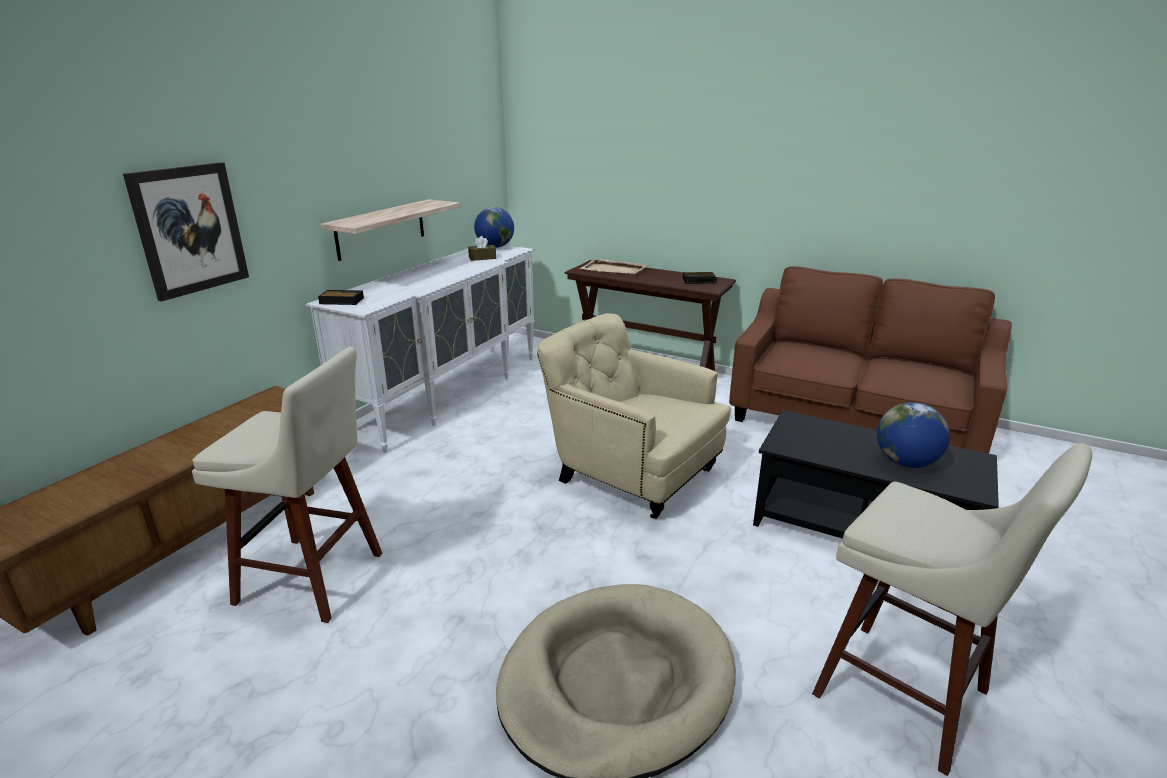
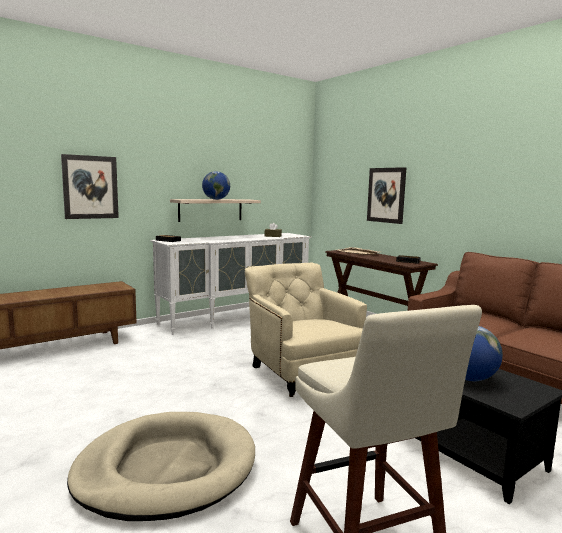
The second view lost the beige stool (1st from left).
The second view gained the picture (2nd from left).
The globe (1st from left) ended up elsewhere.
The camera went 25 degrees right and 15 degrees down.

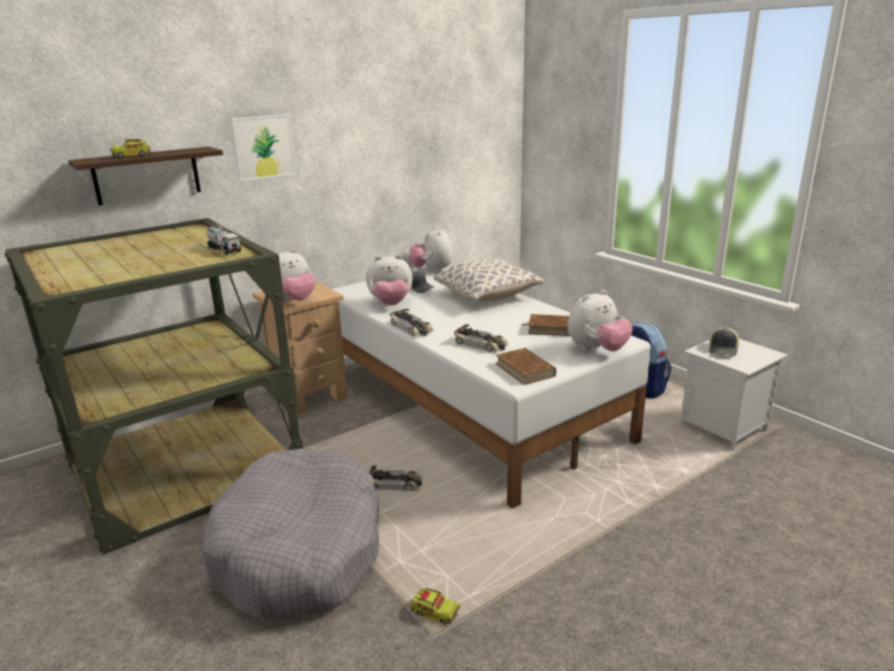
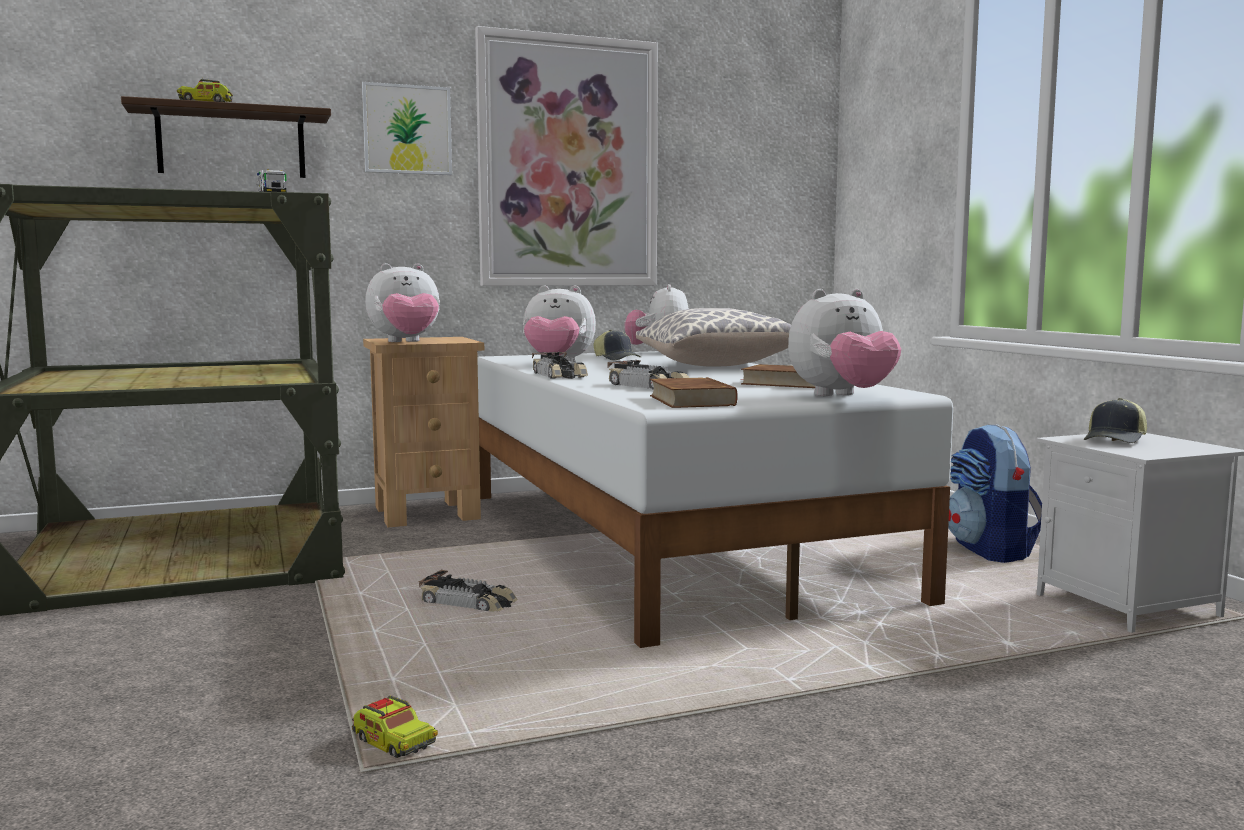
The second view lost the grey dog bed.
The second view gained the picture (2nd from left).
The camera went 15 degrees right and 15 degrees down.

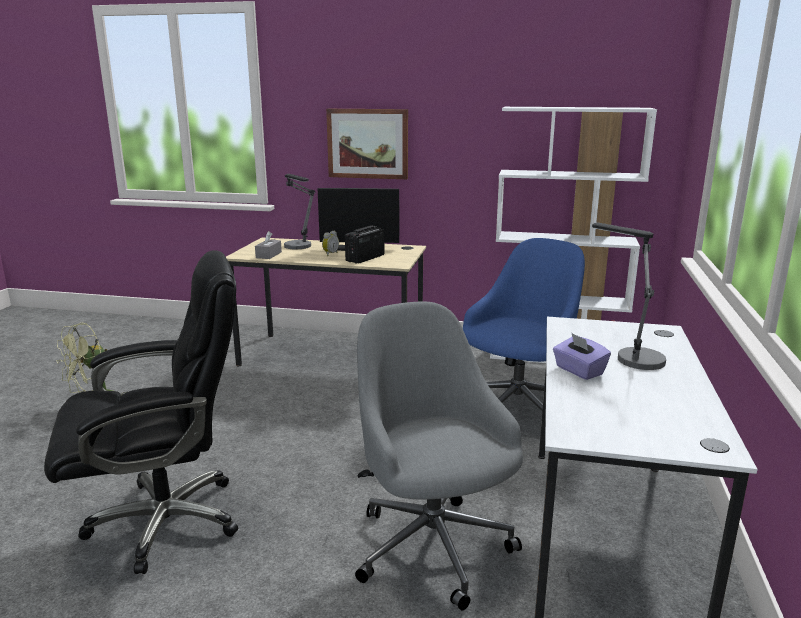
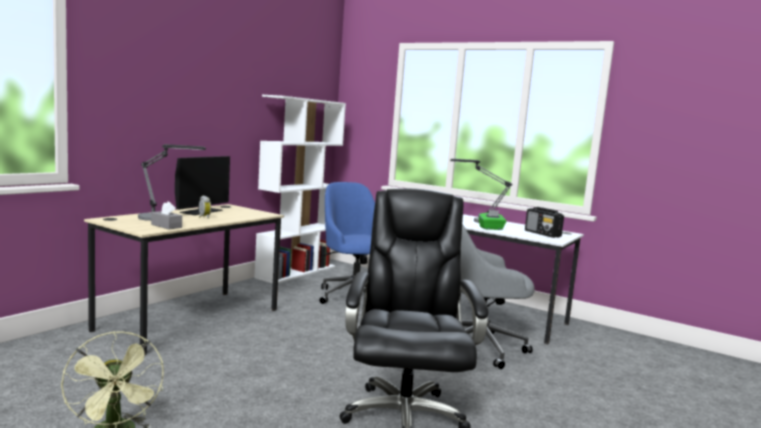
The second view lost the picture.
The radio ended up elsewhere.
What was the purple tissue box turned into the green tissue box.
The camera went 70 degrees left and 10 degrees down.

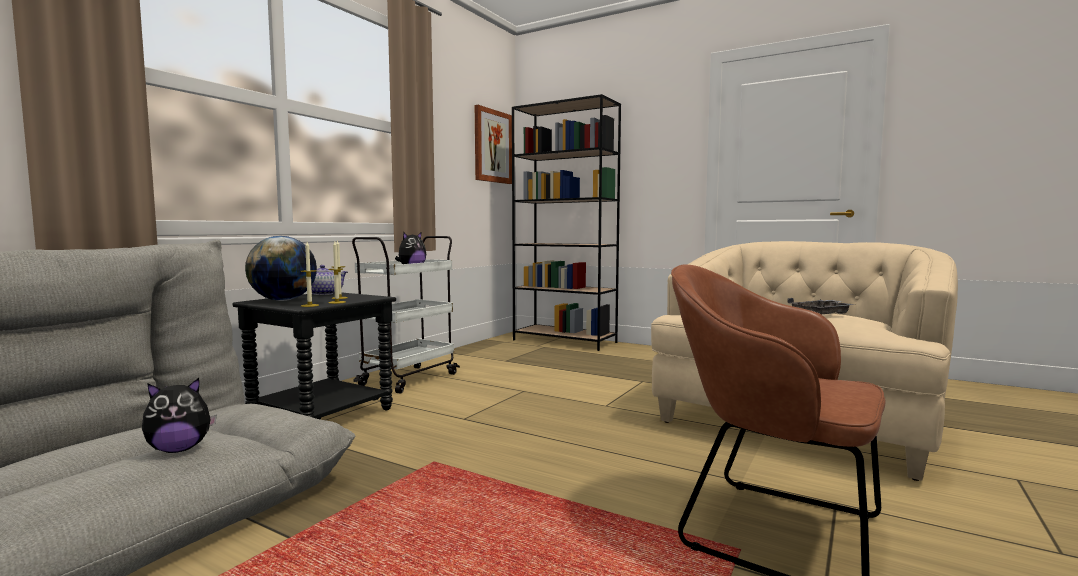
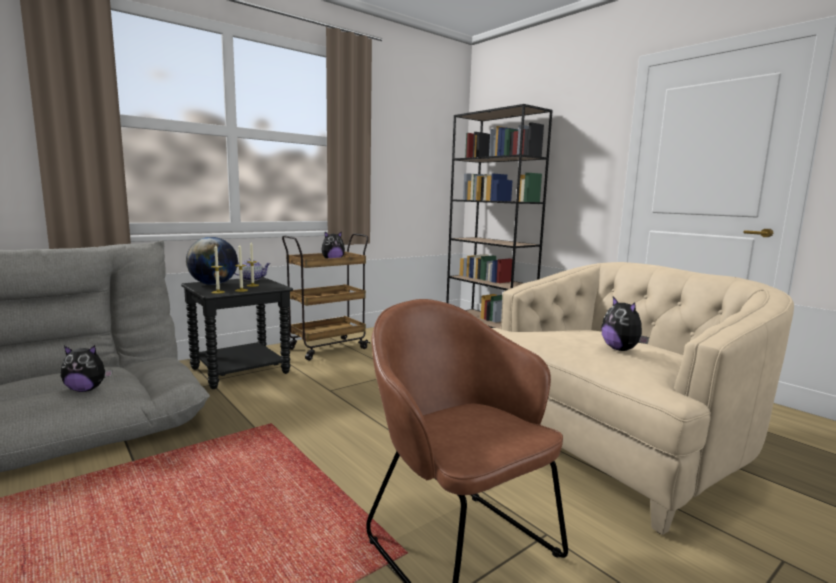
The second view lost the picture.
Where the grey tray stood, the plush toy (3rd from left) came to stand.
What was the white cart turned into the brown cart.
The camera went 20 degrees right and 5 degrees up.

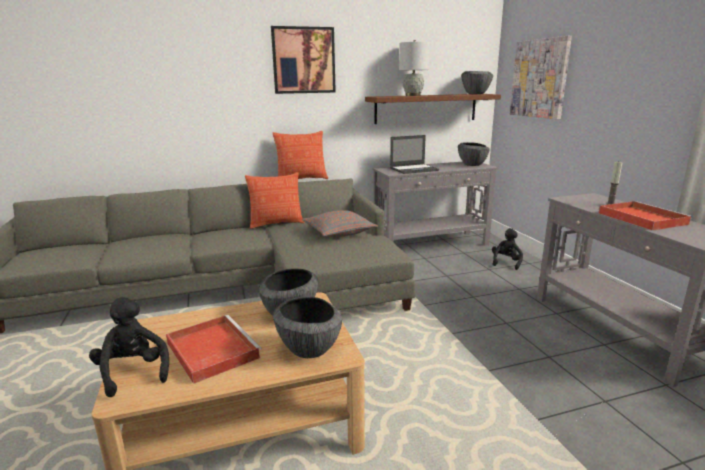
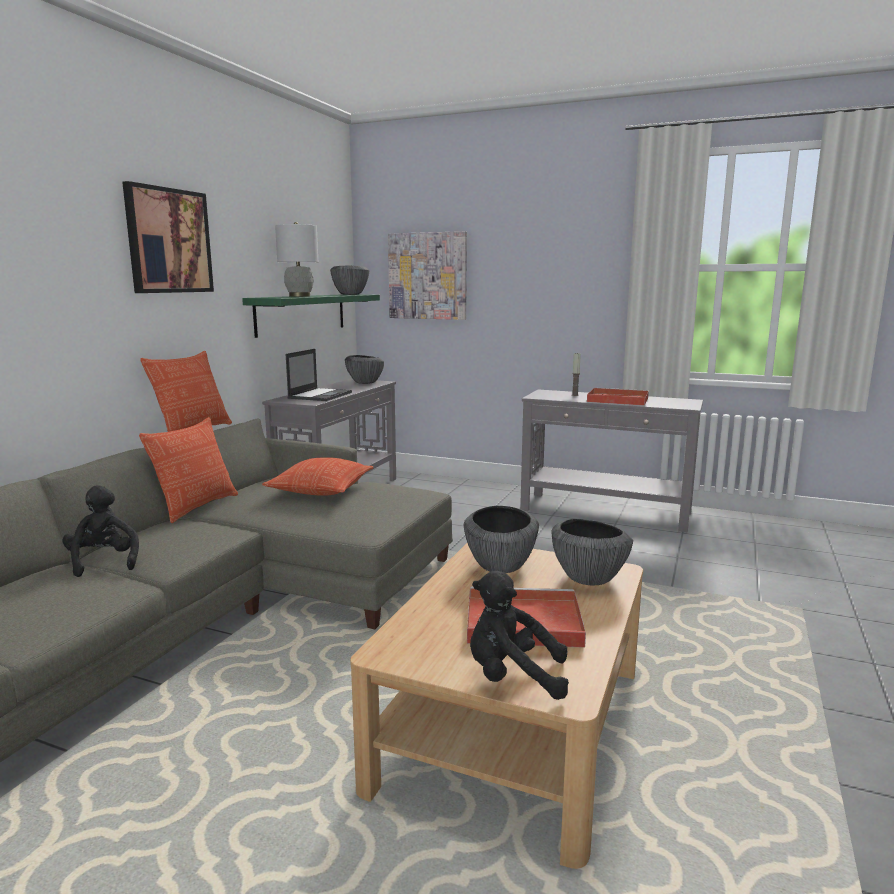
The black plush toy (2nd from left in the first image) ended up elsewhere.
What was the grey pillow turned into the orange pillow (3rd from left).
What was the brown shelf turned into the green shelf.
The camera went 50 degrees left and 5 degrees down.

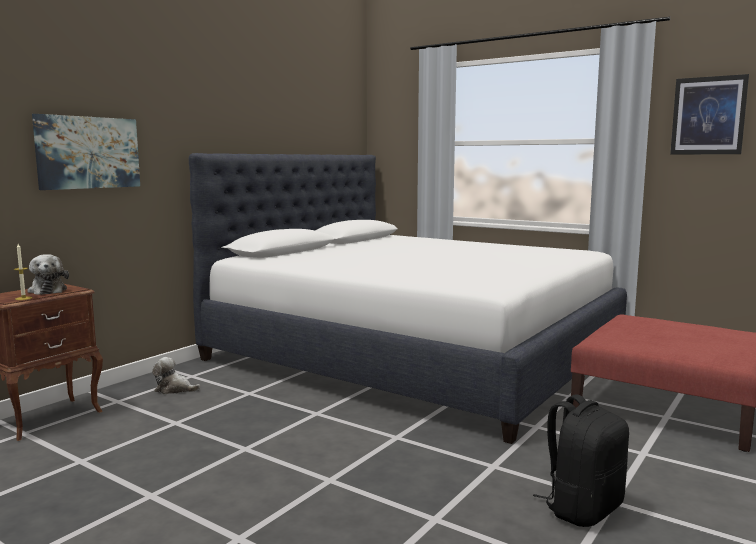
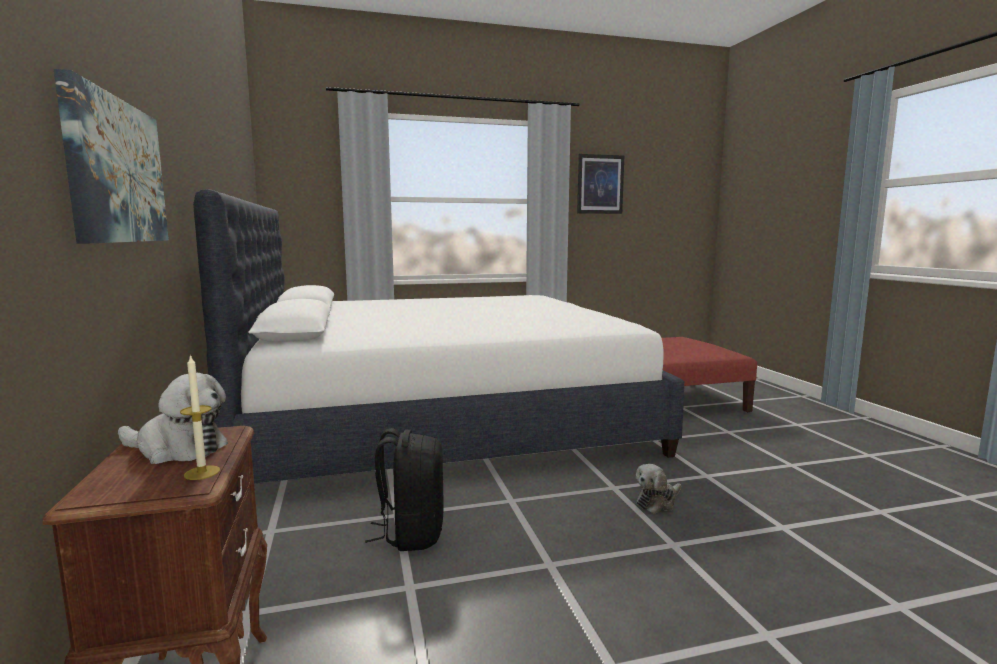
The plush toy (2nd from left) ended up elsewhere.
The black backpack ended up elsewhere.
The camera went 50 degrees left and 0 degrees up.

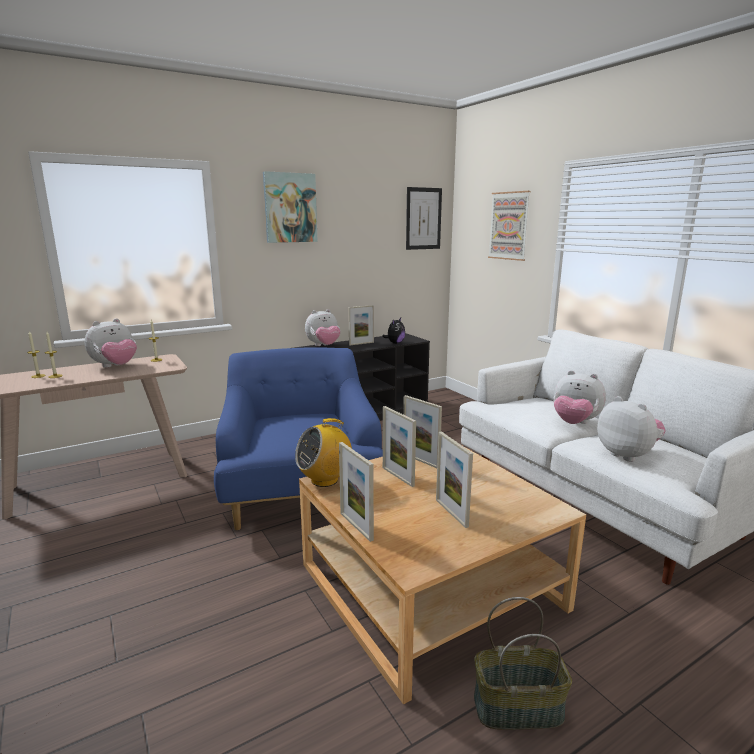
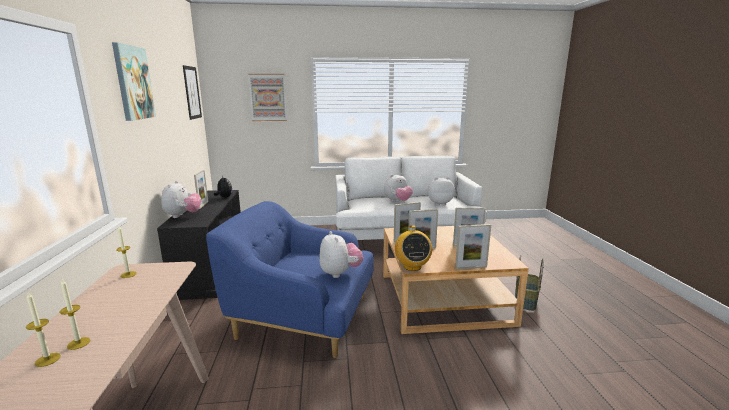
The plush toy (1st from left in the first image) ended up elsewhere.
The camera went 65 degrees left and 0 degrees up.

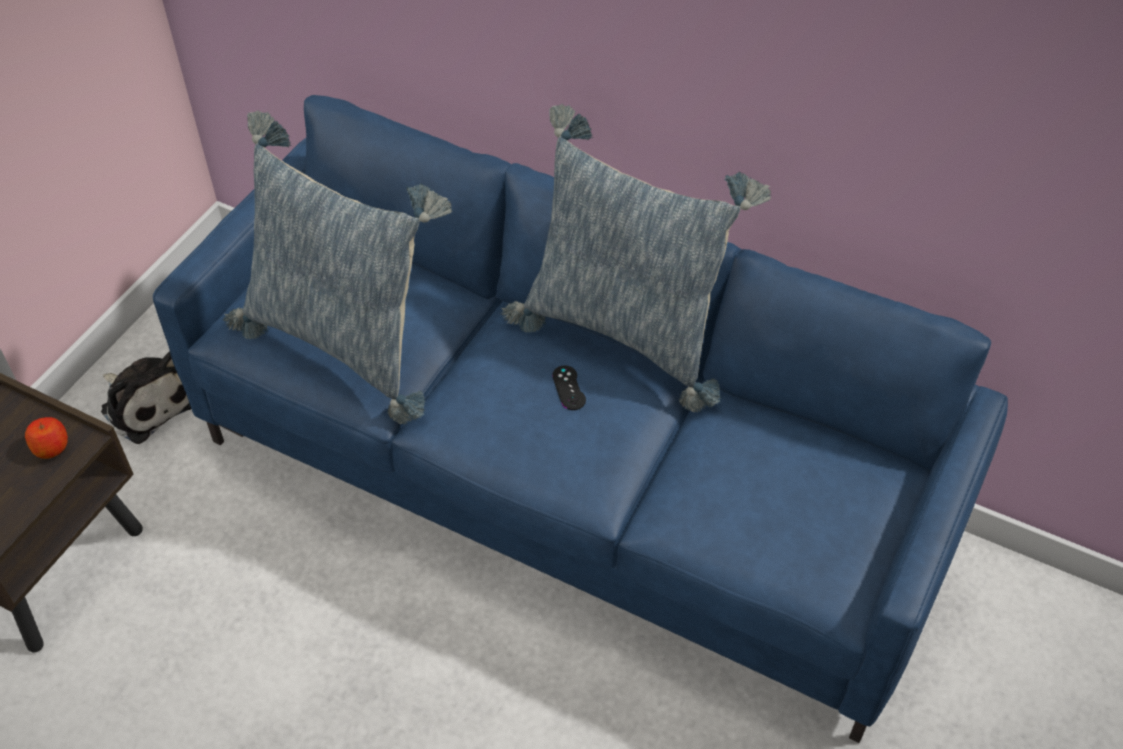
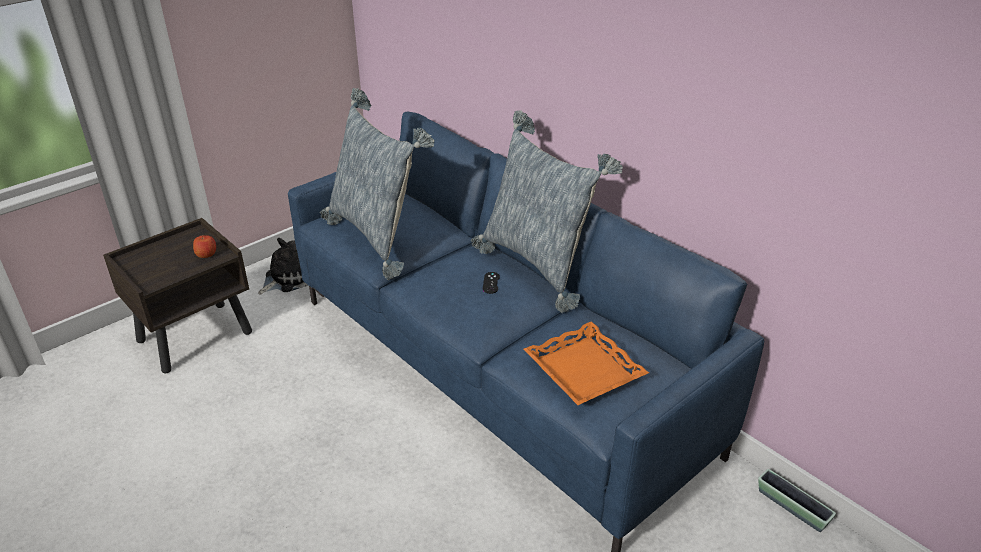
The second view gained the orange tray.
The second view gained the planter.
The plush toy ended up facing another way, 105 degrees counterclockwise from before.
The camera went 20 degrees right and 15 degrees down.

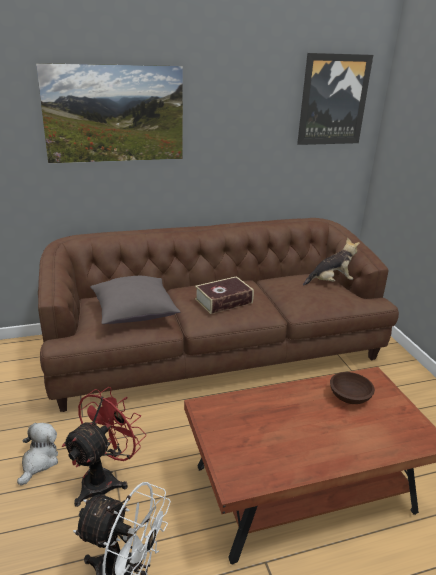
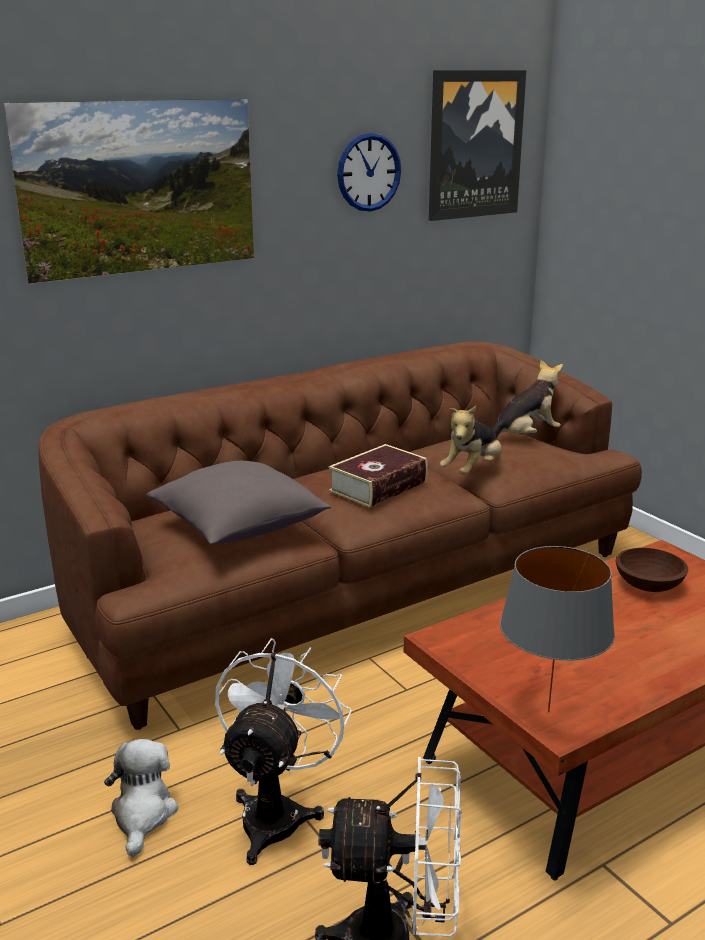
The second view gained the wall clock.
The second view gained the plush toy (2nd from left).
The second view gained the grey table lamp.
What was the red fan turned into the white fan (1st from left).
The camera went 15 degrees left and 5 degrees down.

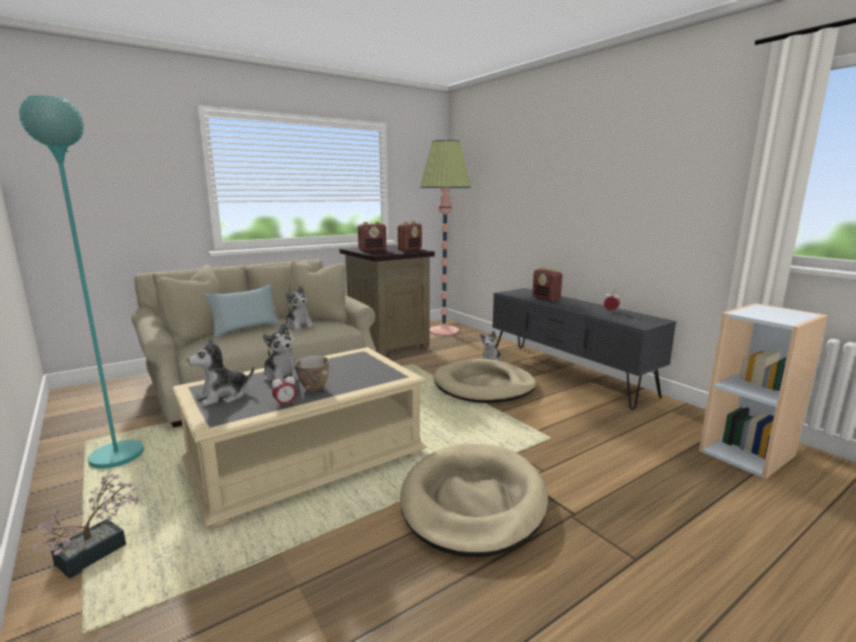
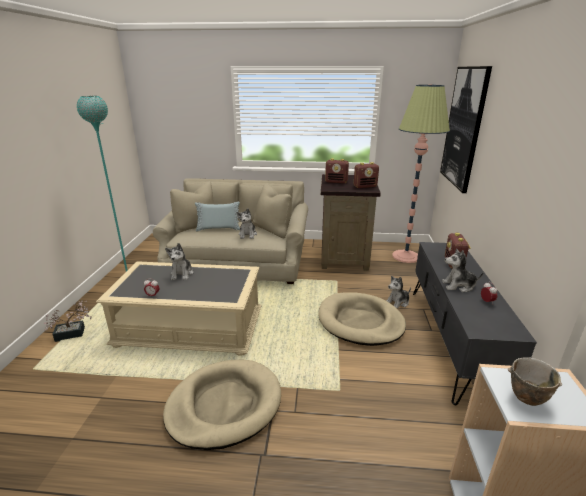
The second view gained the picture.
The plush toy (1st from left in the first image) ended up elsewhere.
The bowl ended up elsewhere.
The camera went 40 degrees right and 10 degrees up.

